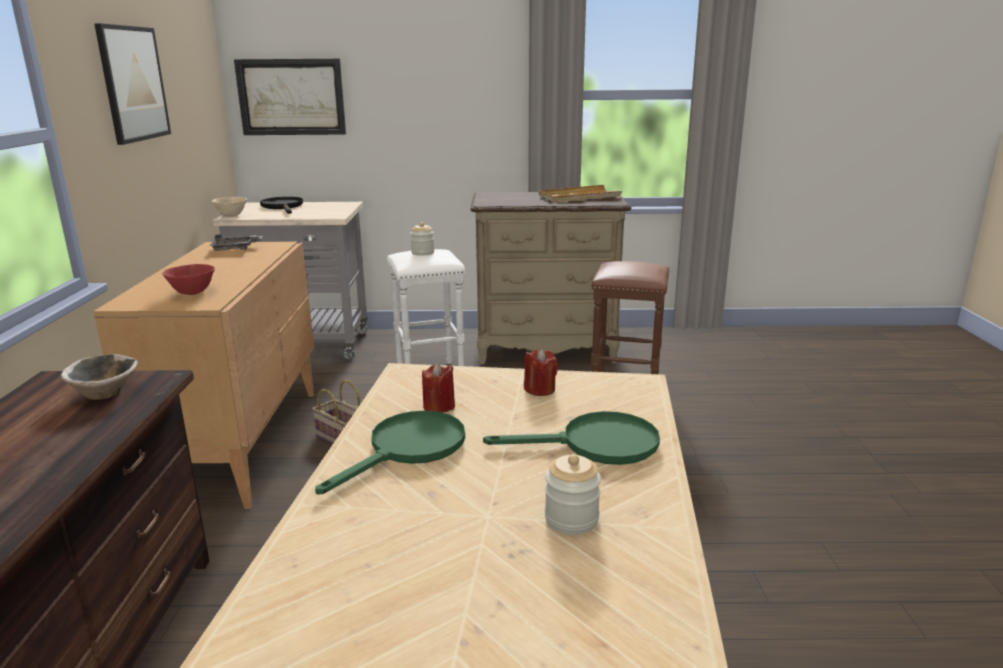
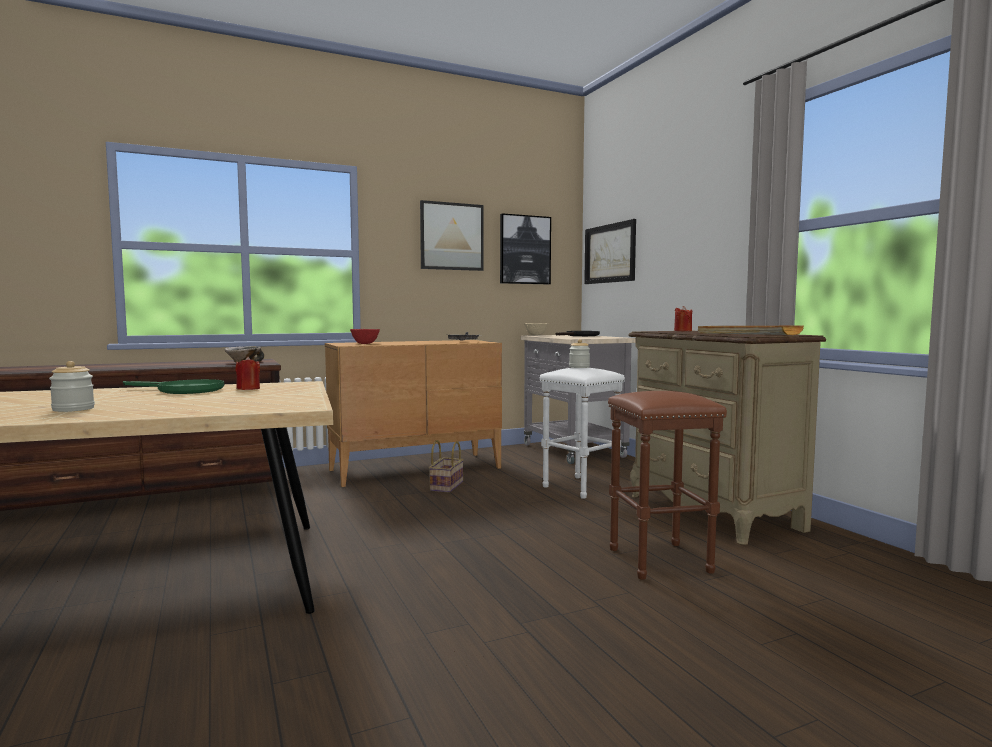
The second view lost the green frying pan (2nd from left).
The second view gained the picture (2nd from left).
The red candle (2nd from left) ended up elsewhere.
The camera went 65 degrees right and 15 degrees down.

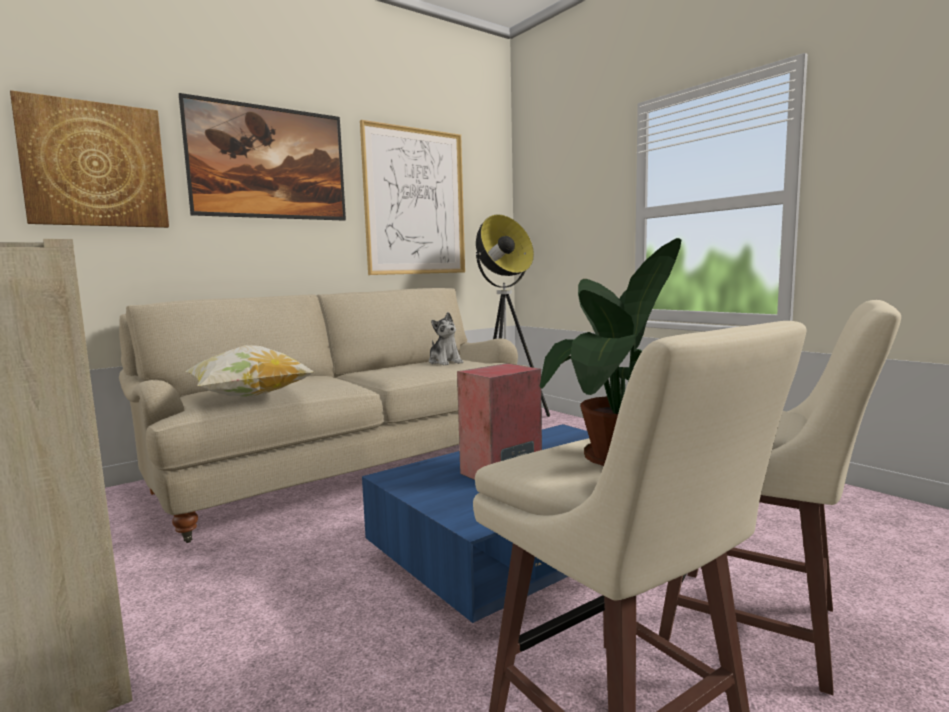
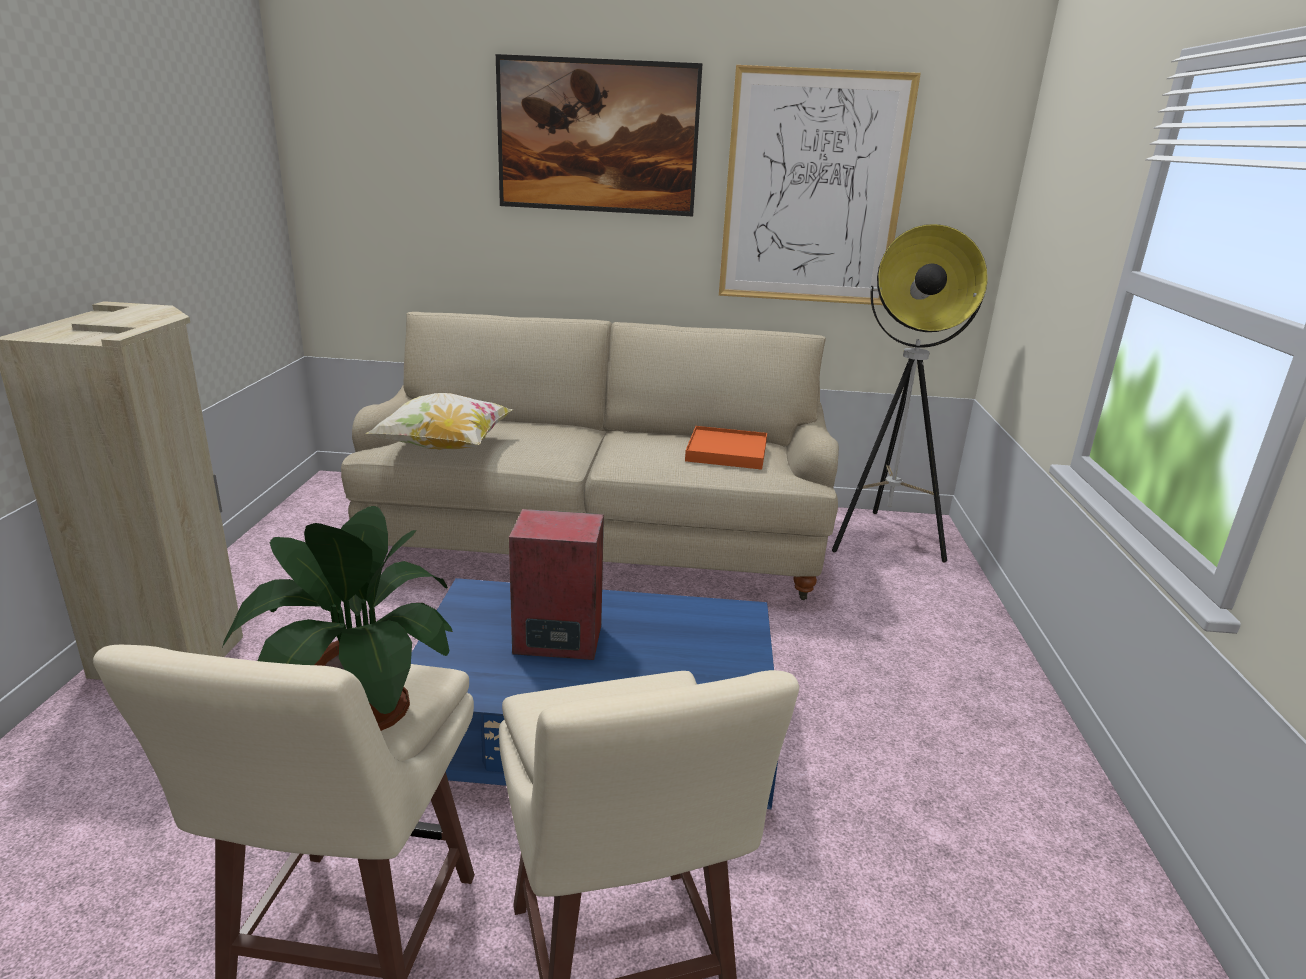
The second view lost the picture (1st from left).
Where the plush toy stood, the orange tray came to stand.
The camera went 40 degrees right and 15 degrees up.

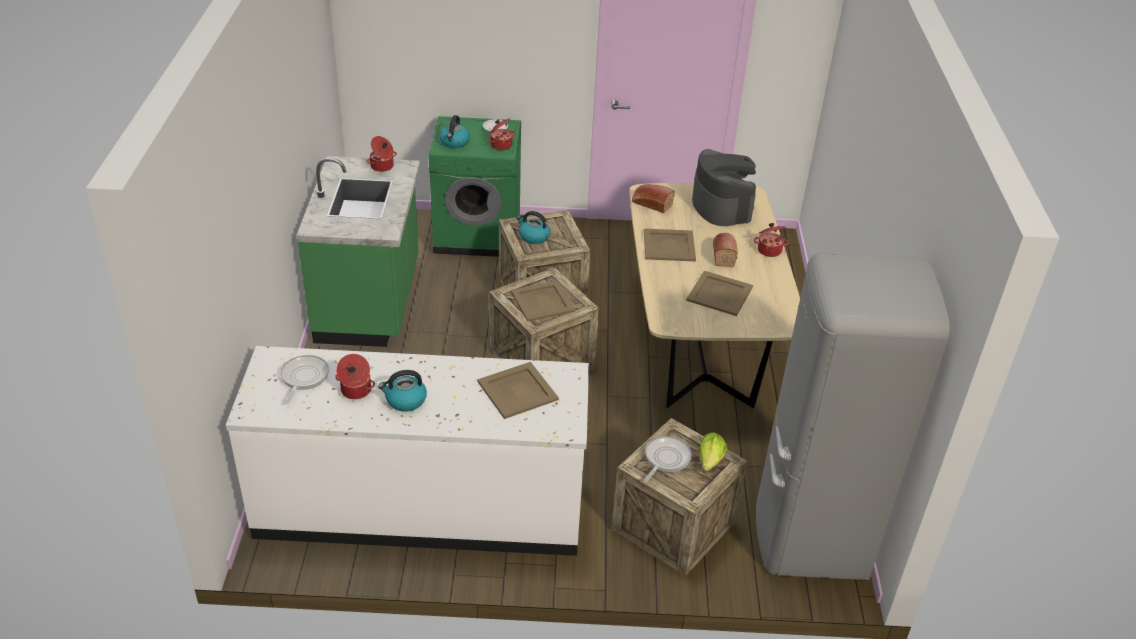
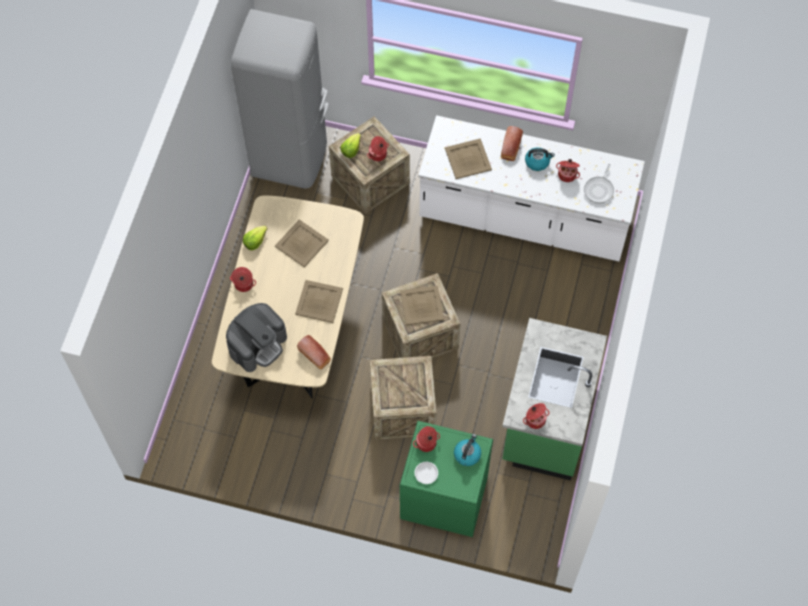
The second view lost the kettle (3rd from left).
The second view gained the lettuce (1st from left).
The bread (2nd from left) ended up elsewhere.
Where the frying pan (2nd from left) stood, the cooking pot (2nd from left) came to stand.
The coffee machine ended up facing another way, 135 degrees counterclockwise from before.
The camera went 165 degrees left and 25 degrees up.

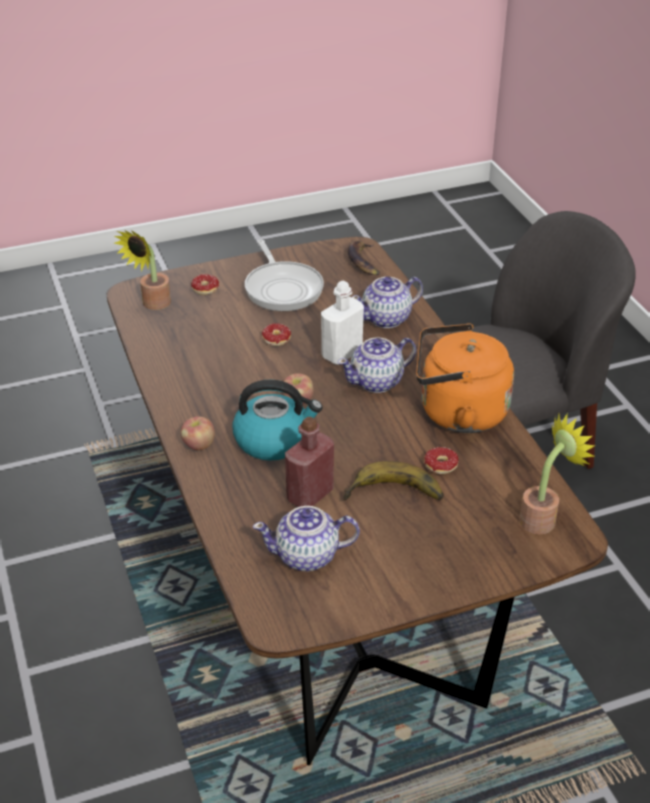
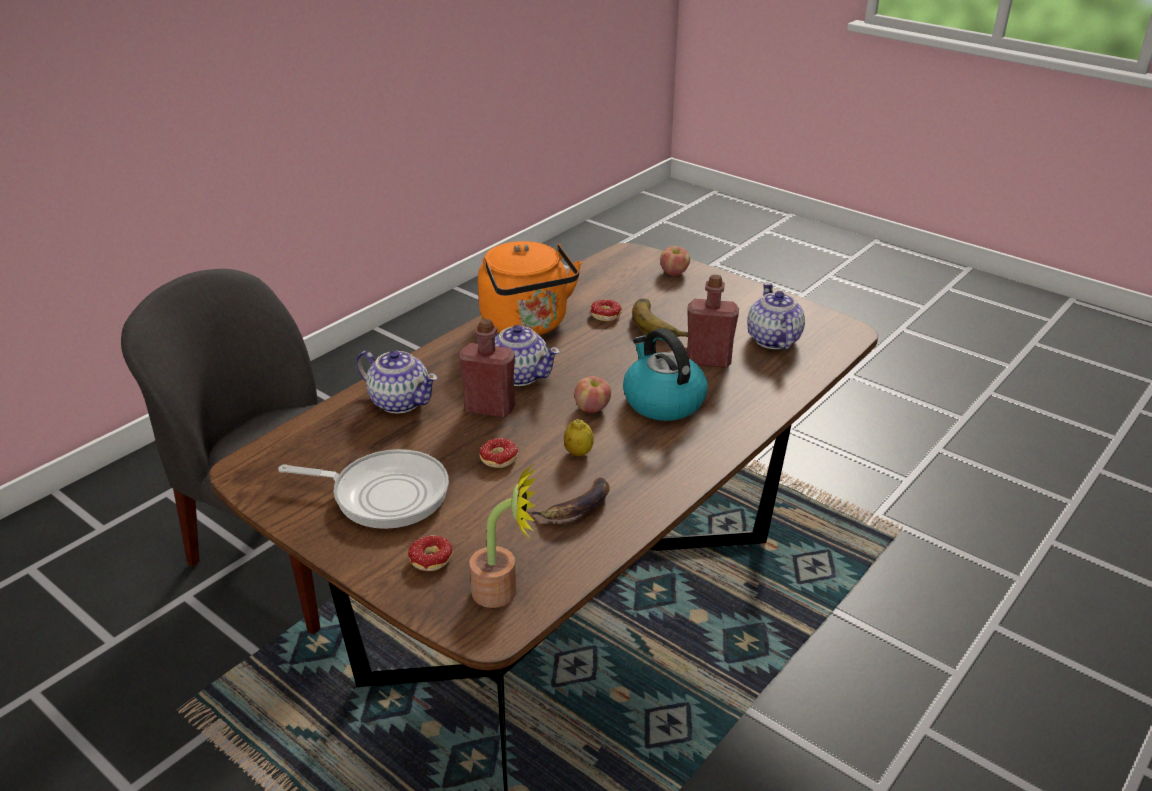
The second view lost the potted plant (2nd from left).
The second view gained the lemon.
The apple (1st from left in the first image) ended up elsewhere.
The banana (1st from left) ended up elsewhere.
What was the white bottle turned into the red bottle (1st from left).
The frying pan ended up facing another way, 60 degrees clockwise from before.
The teapot (1st from left in the first image) ended up facing another way, 150 degrees counterclockwise from before.
The camera went 120 degrees left and 5 degrees down.

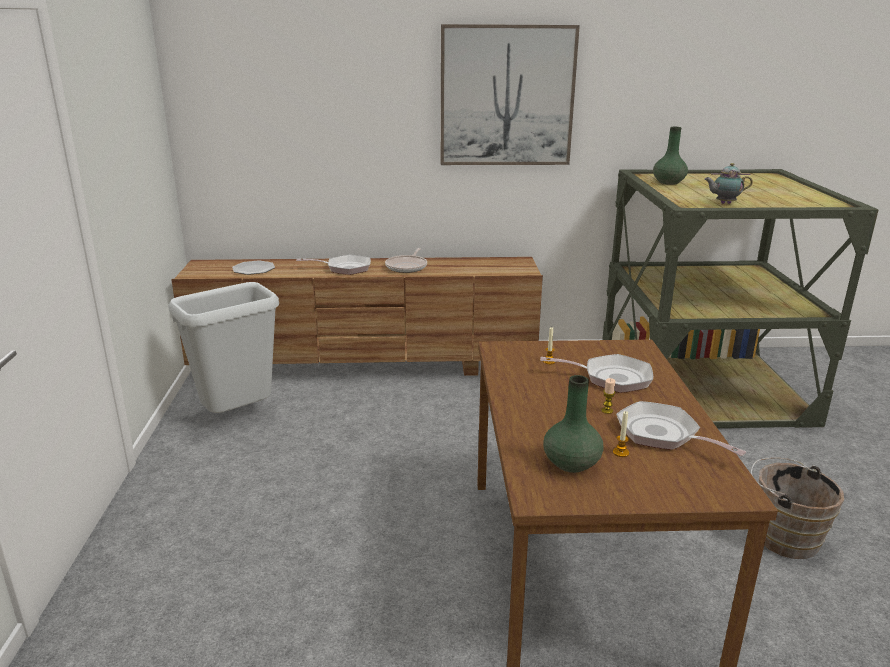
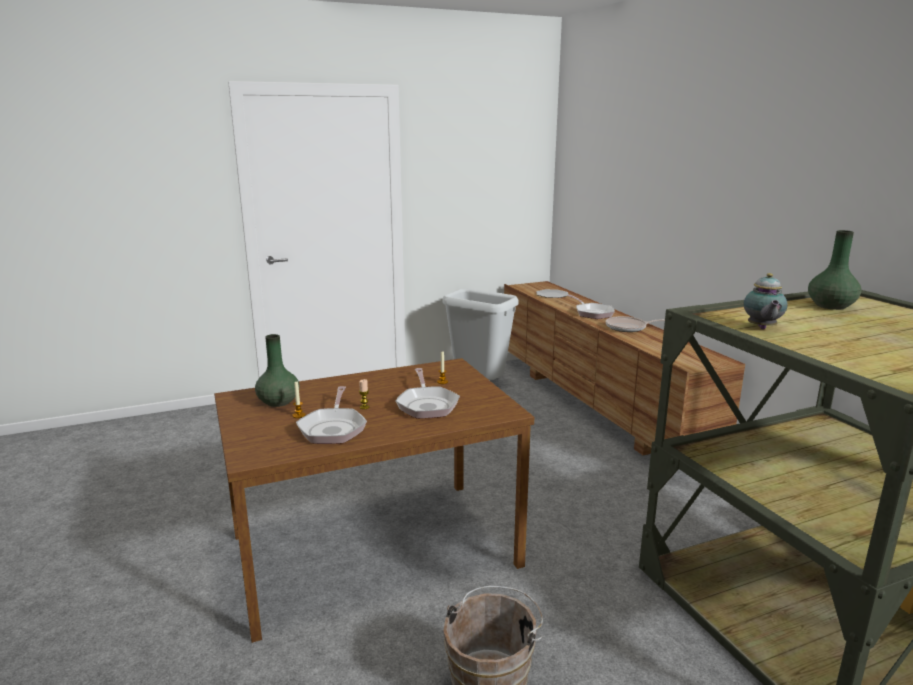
The second view lost the picture.
The frying pan (4th from left in the first image) ended up facing another way, 150 degrees clockwise from before.
The teapot ended up facing another way, 150 degrees counterclockwise from before.
The camera went 70 degrees right and 5 degrees down.

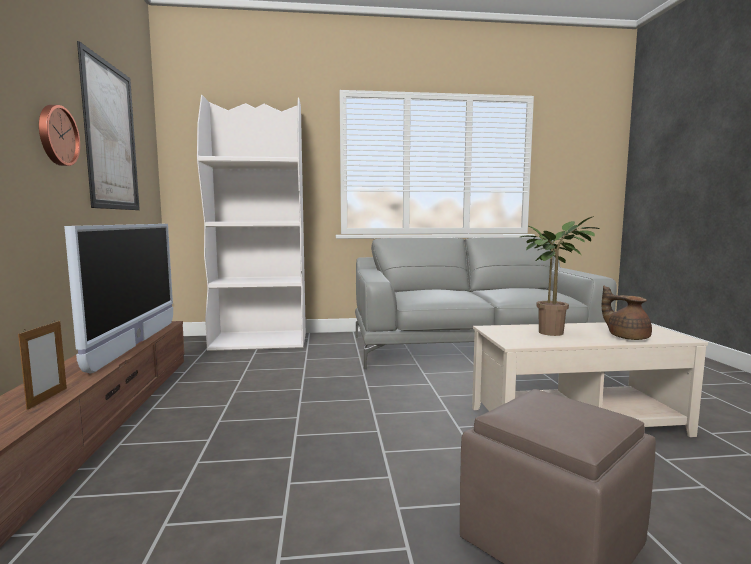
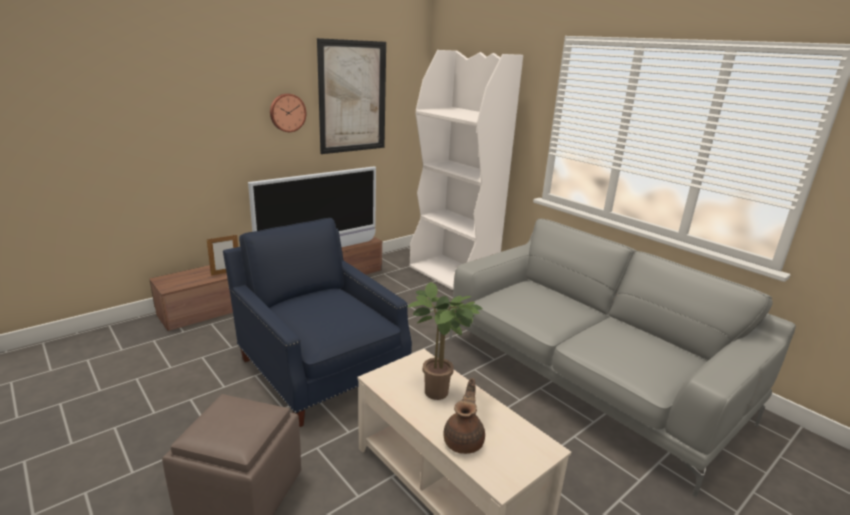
The second view gained the blue armchair.
The camera went 55 degrees right and 15 degrees up.

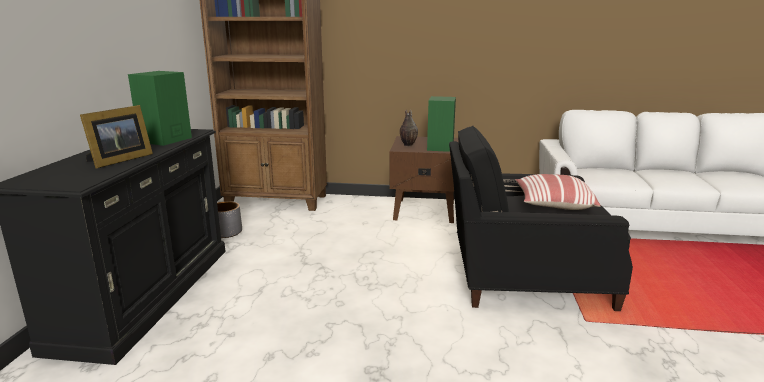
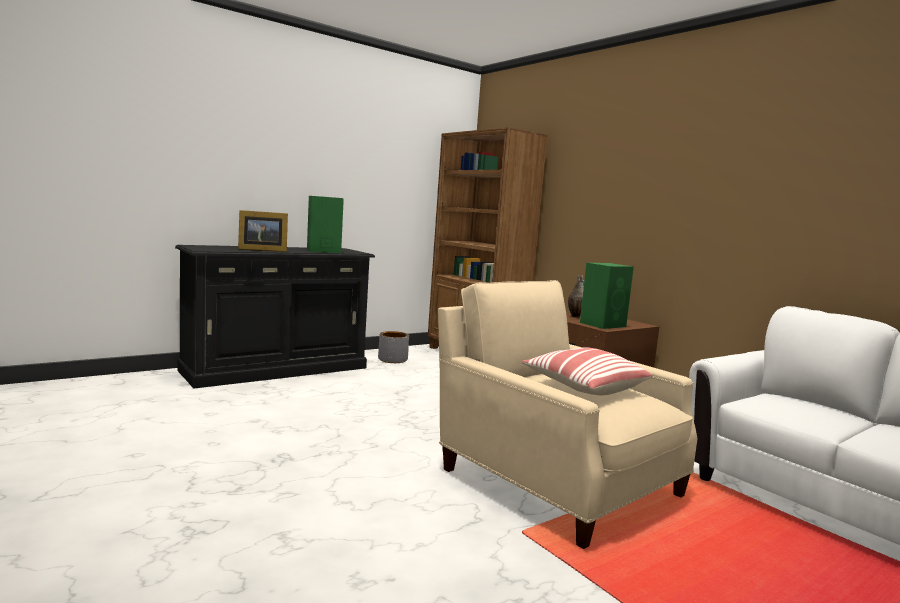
What was the black armchair turned into the beige armchair.
The camera went 45 degrees right and 10 degrees down.

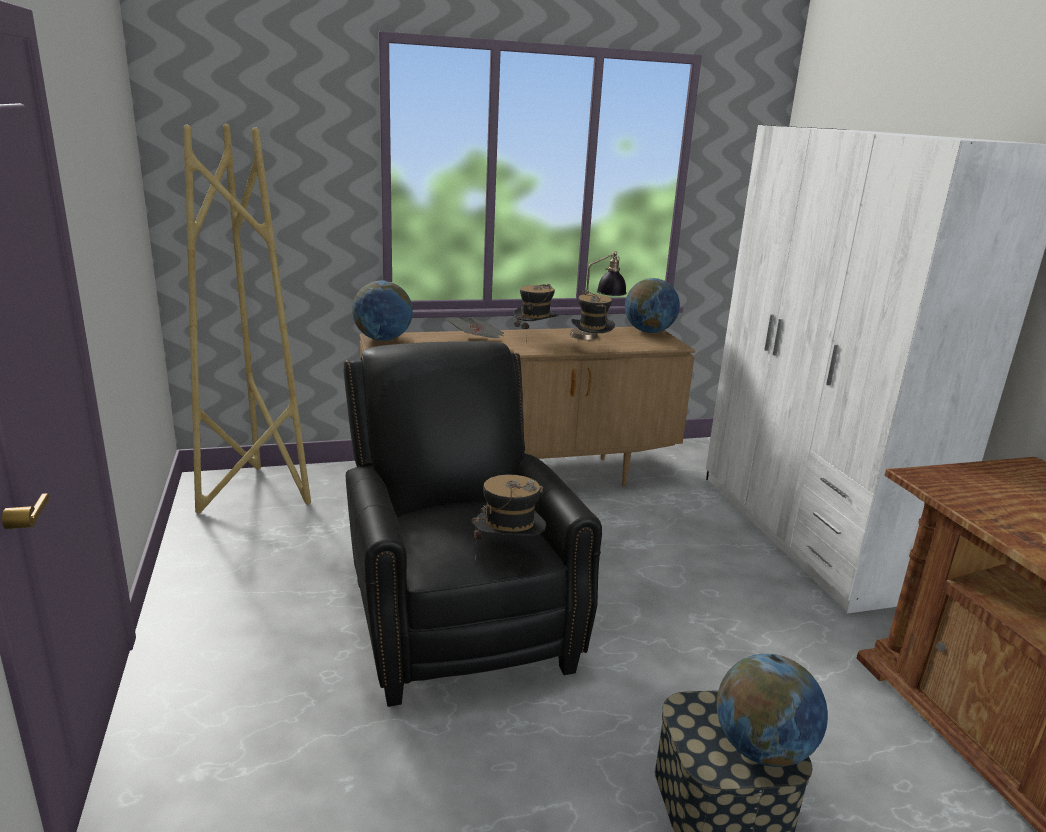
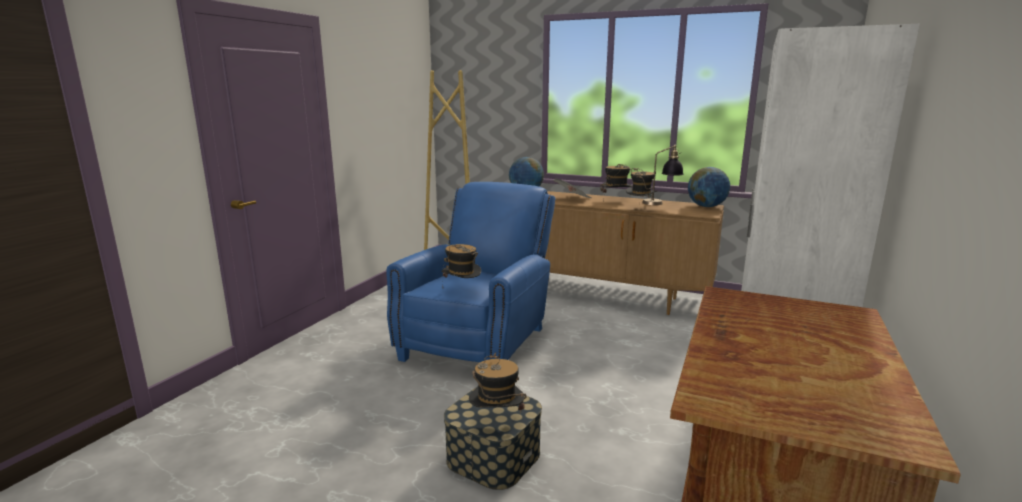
Where the globe (3rd from left) stood, the hat (2nd from left) came to stand.
What was the black armchair turned into the blue armchair.
The camera went 40 degrees right and 5 degrees down.

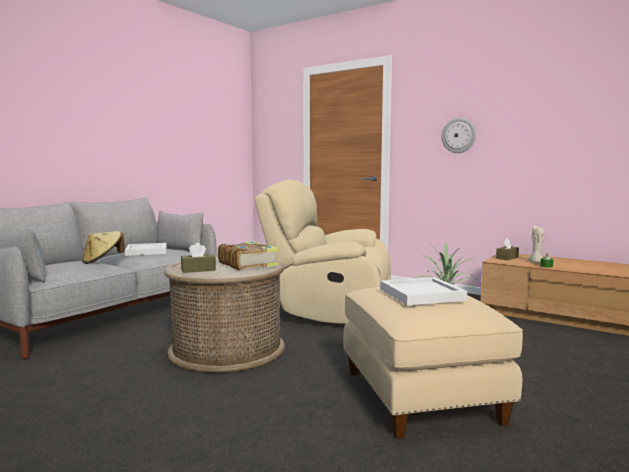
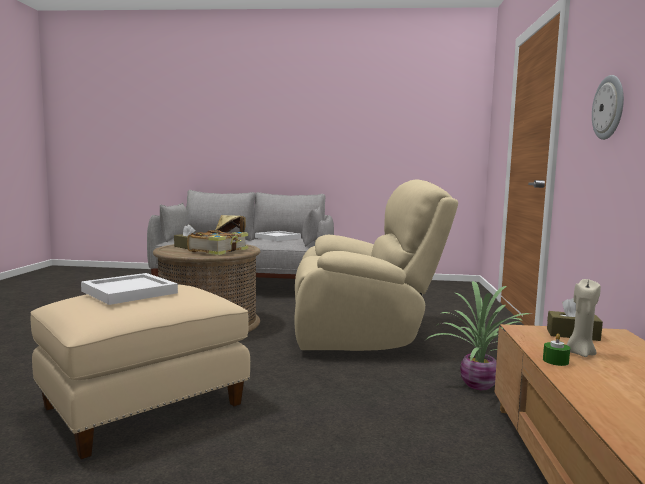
The beige armchair ended up facing another way, 105 degrees clockwise from before.
The camera went 60 degrees right and 0 degrees up.

